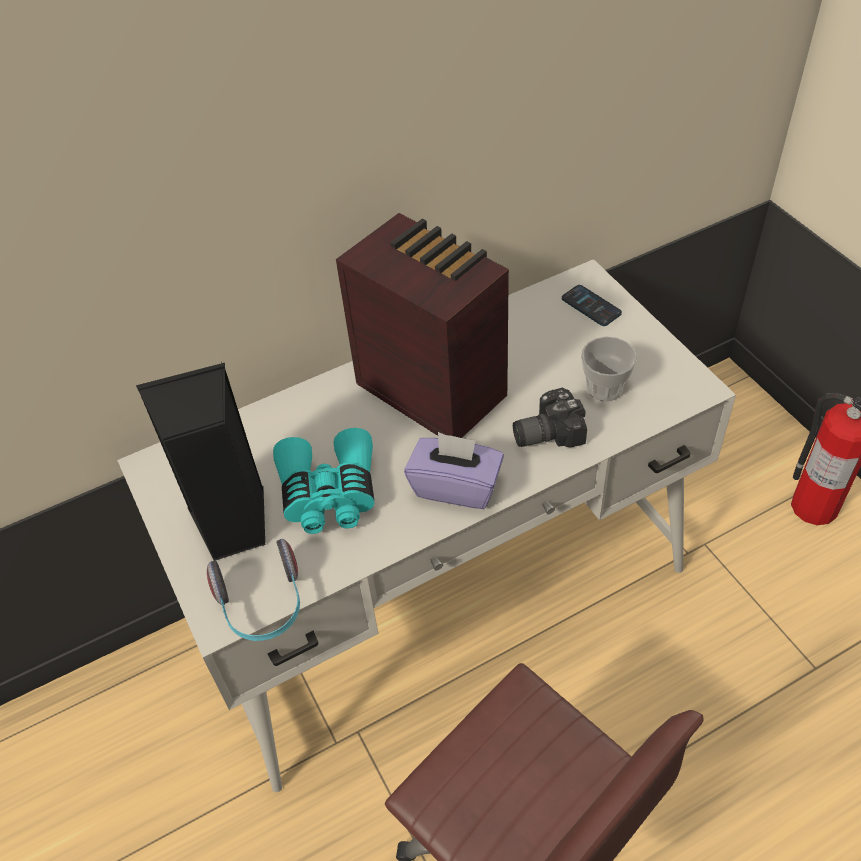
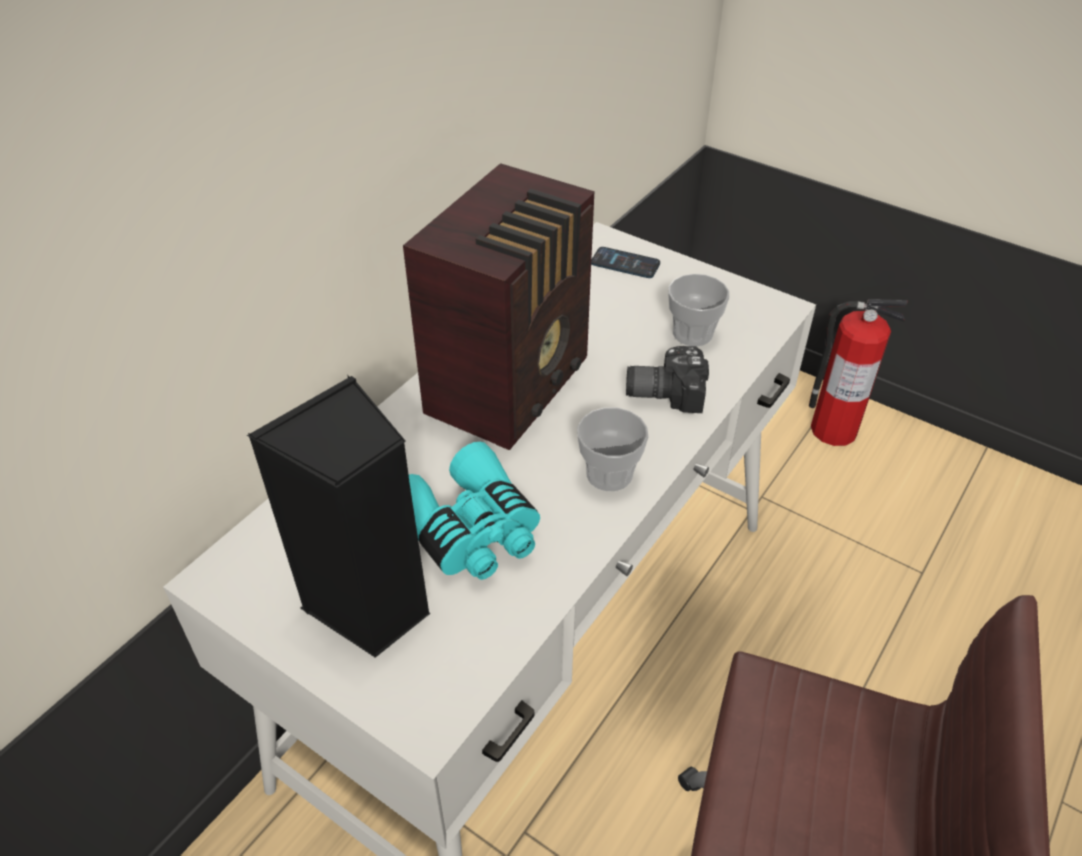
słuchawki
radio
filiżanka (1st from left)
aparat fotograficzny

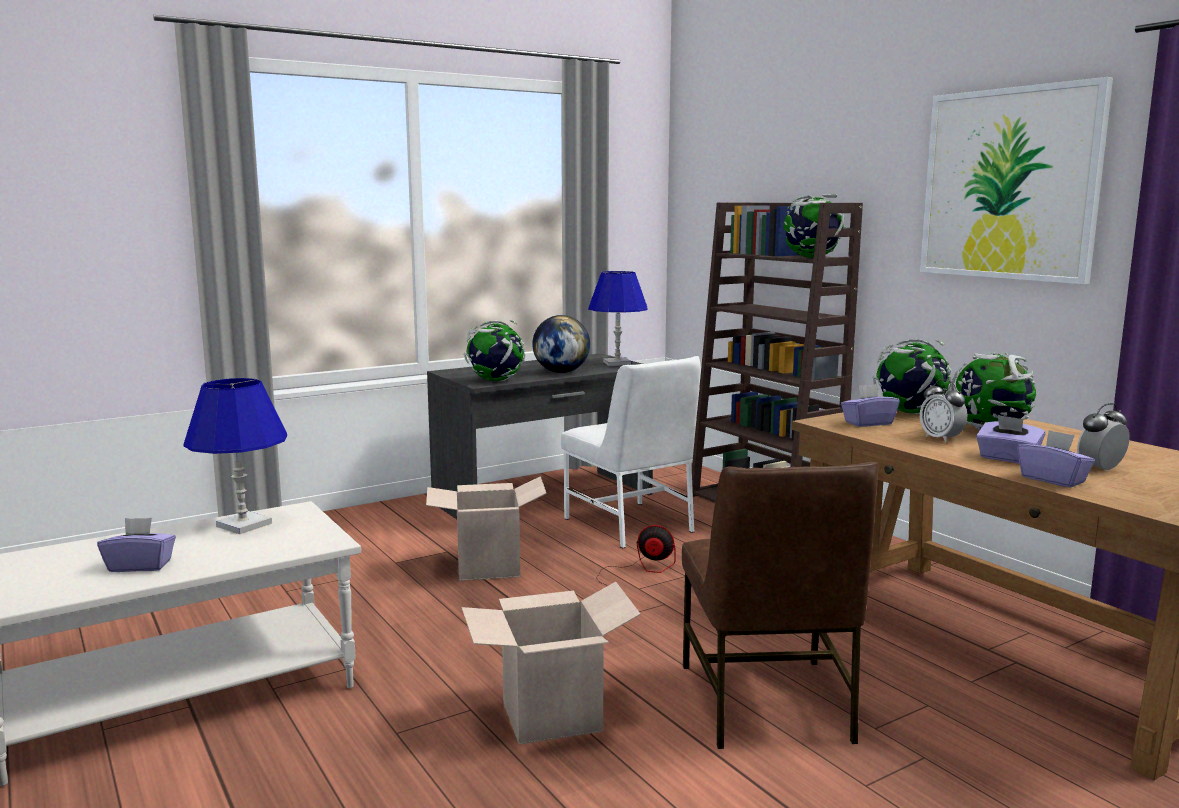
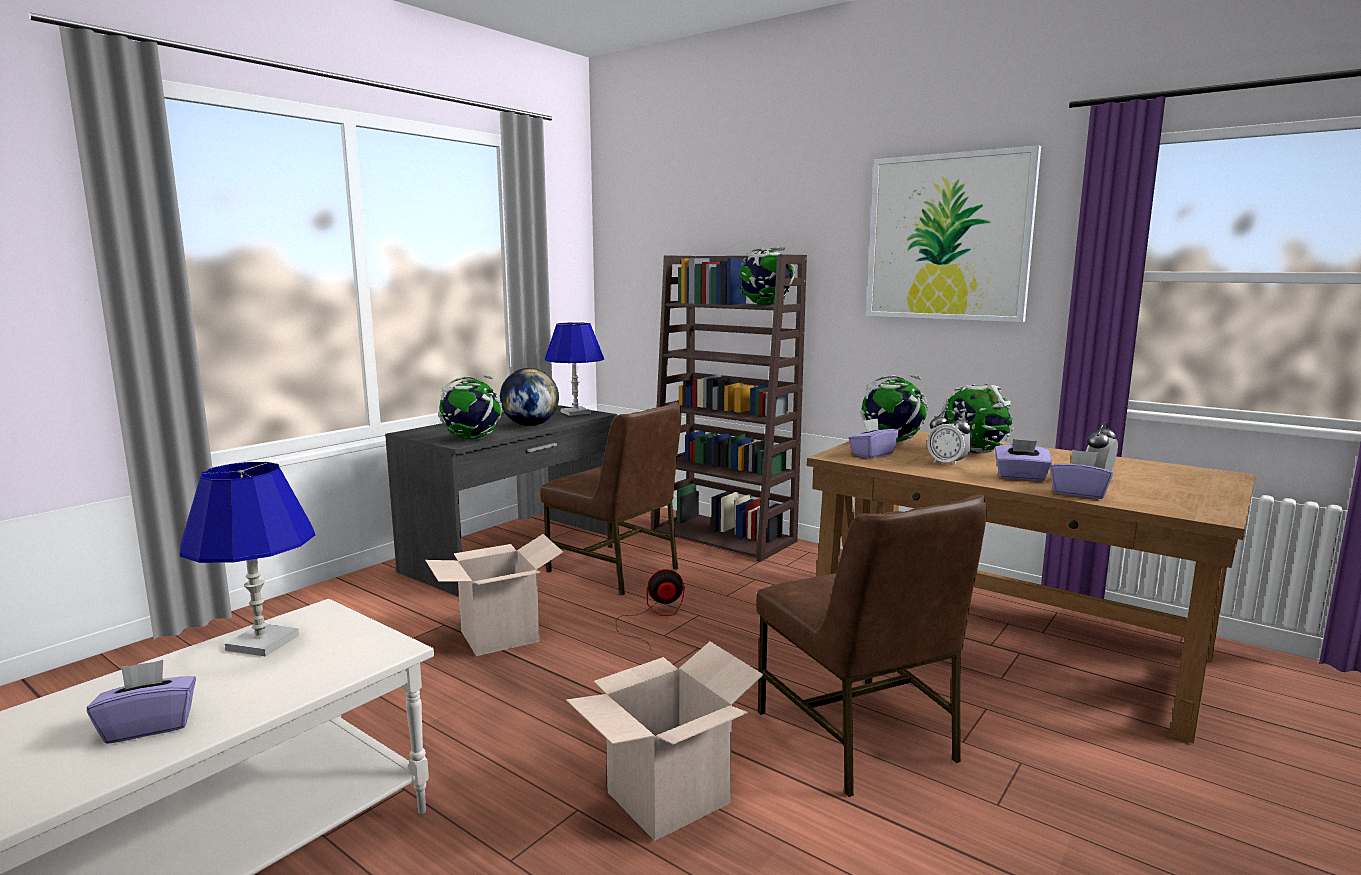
krzesło [brązowy] (1st from left)

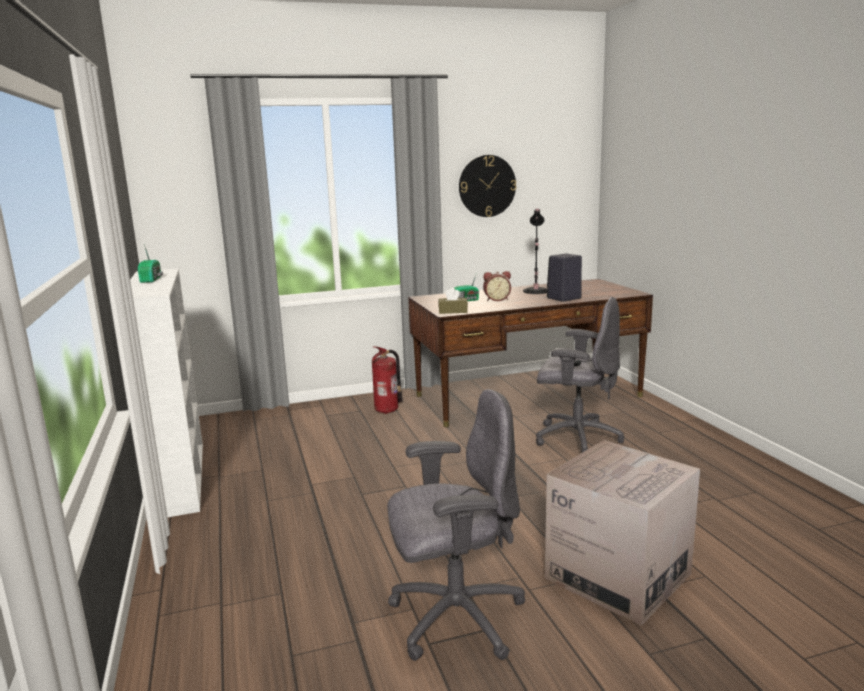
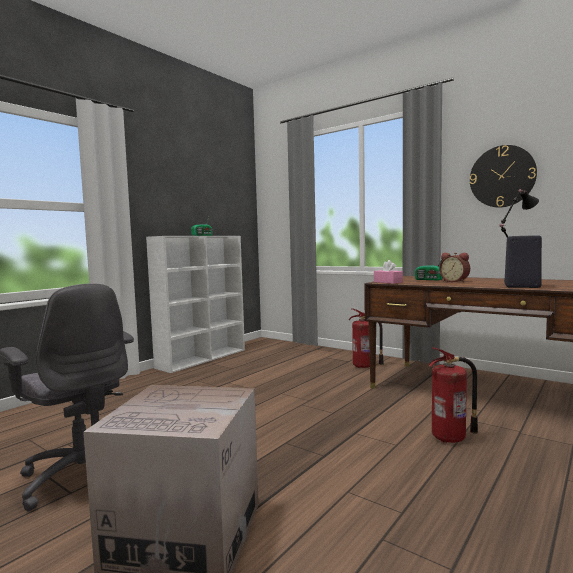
pudełko chusteczek [różowy]
gaśnica (2nd from left)

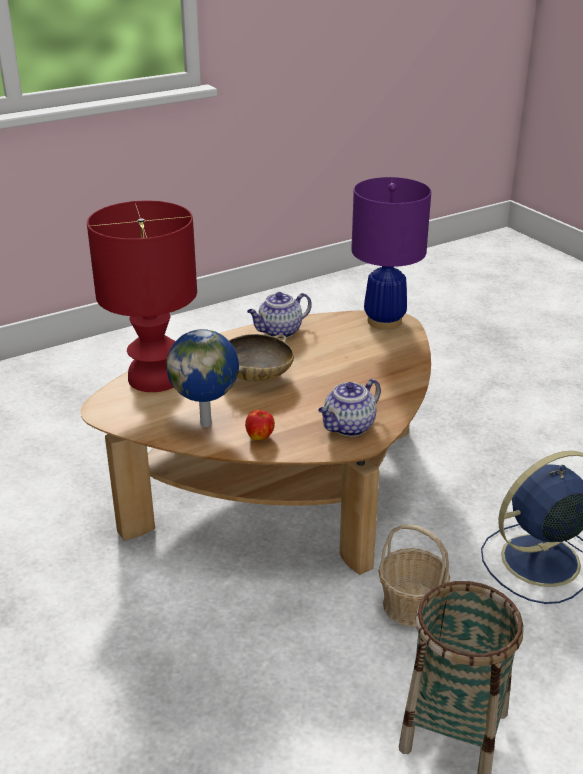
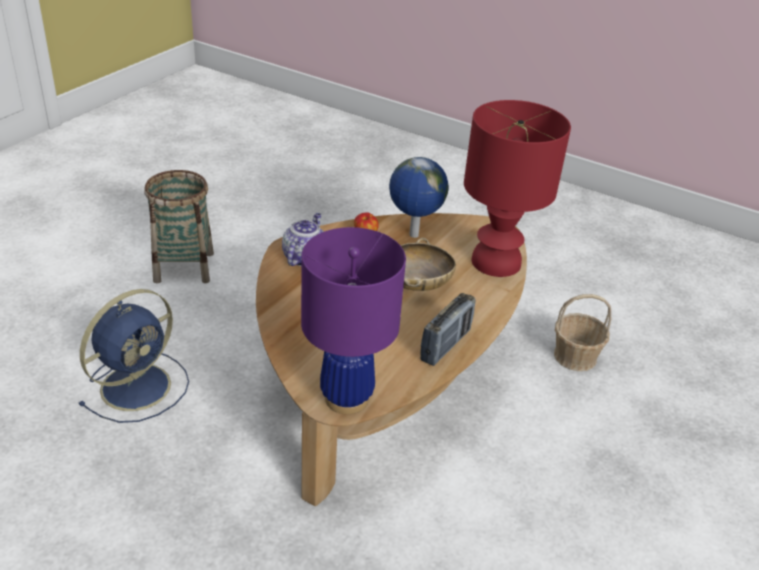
radio
koszyk (2nd from left)

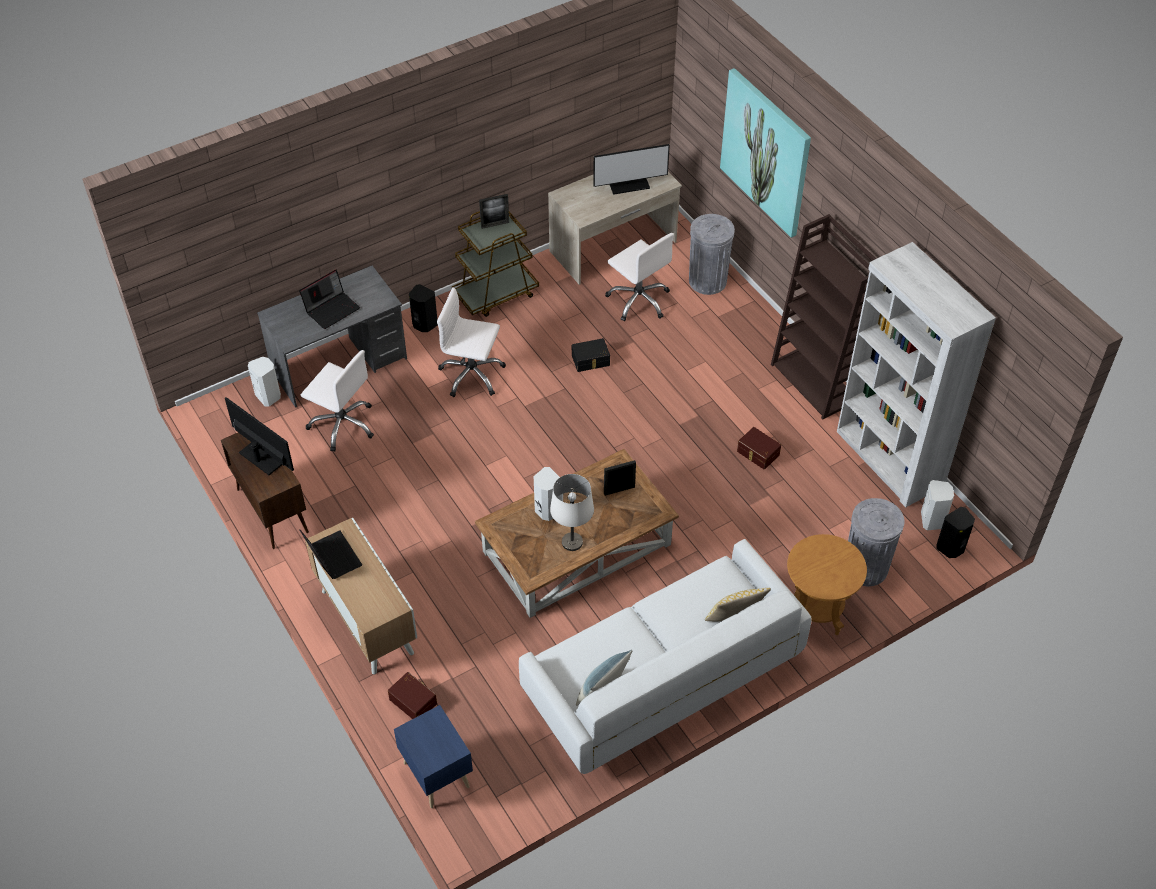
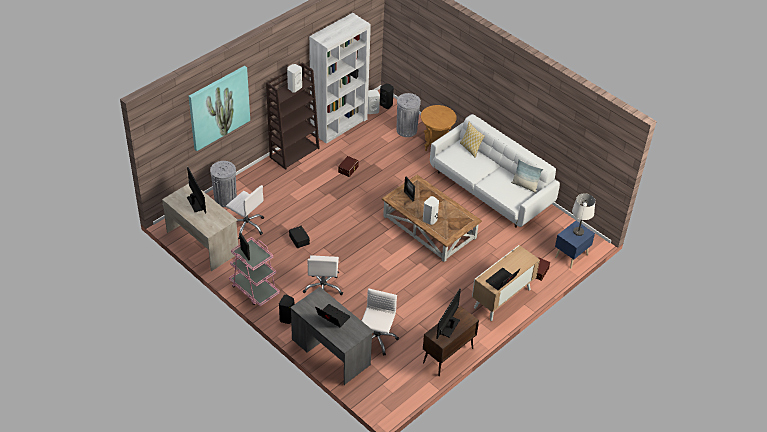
głośnik [biały] (1st from left)
wózek [różowy]
lampa stołowa [biały]
krzesło biurowe [biały] (1st from left)

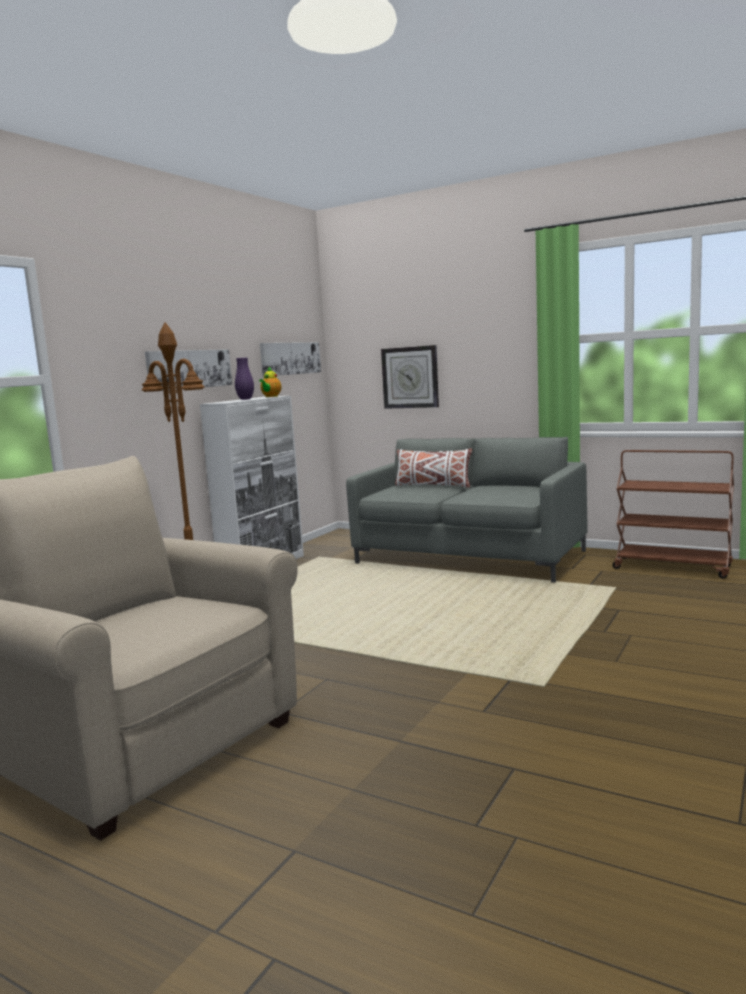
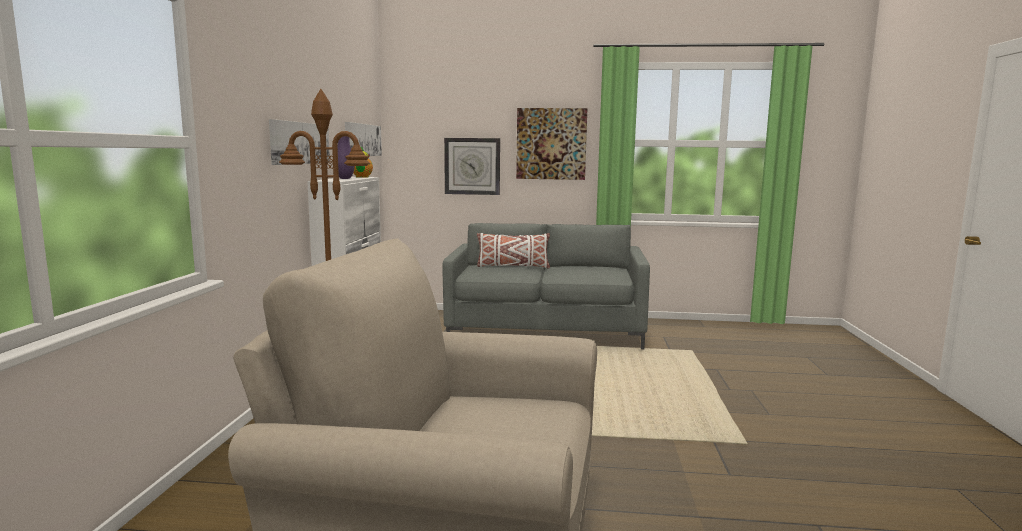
wózek [brązowy]
obraz (3rd from left)

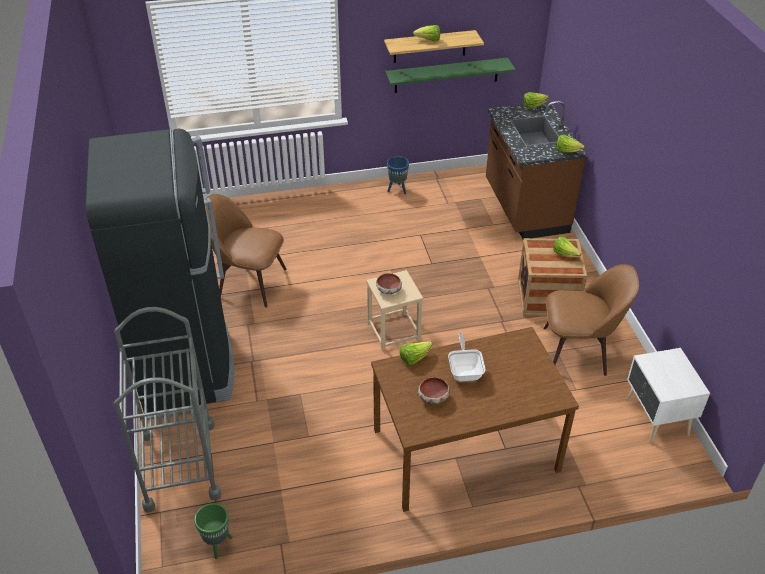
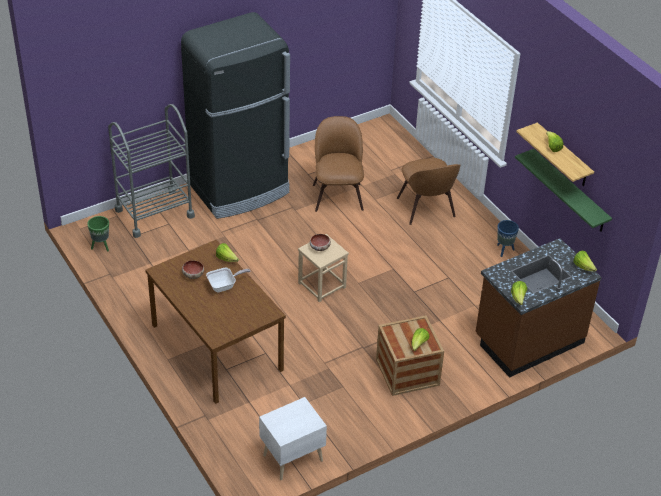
krzesło [brązowy] (2nd from left)

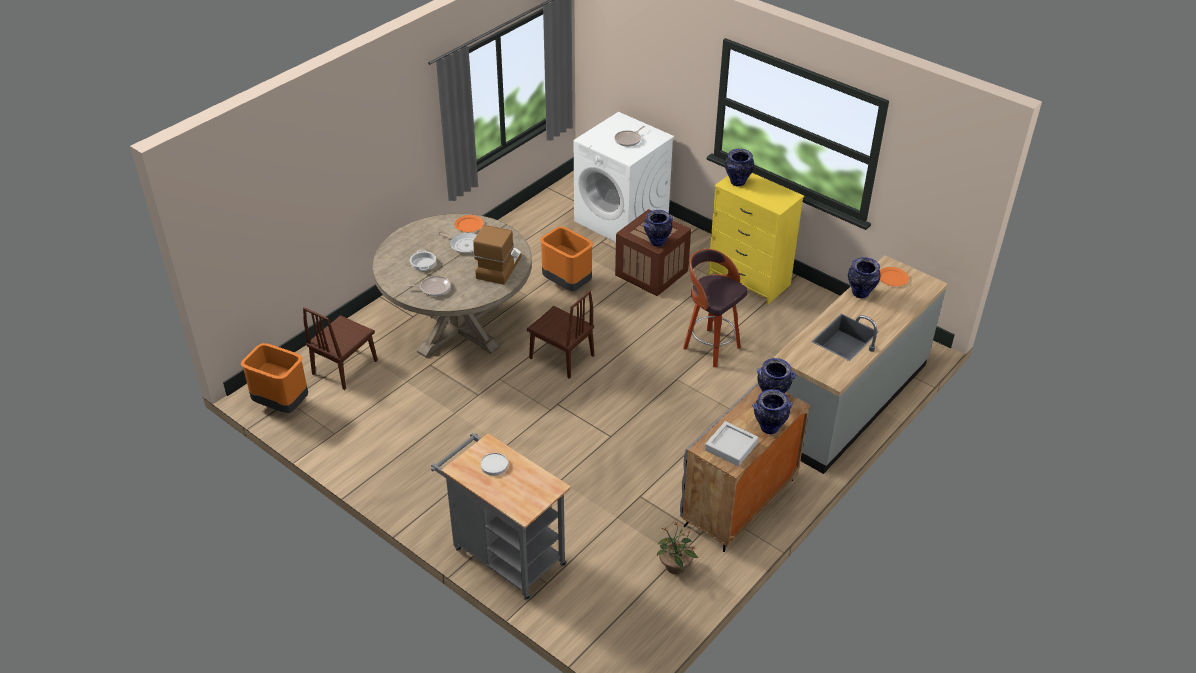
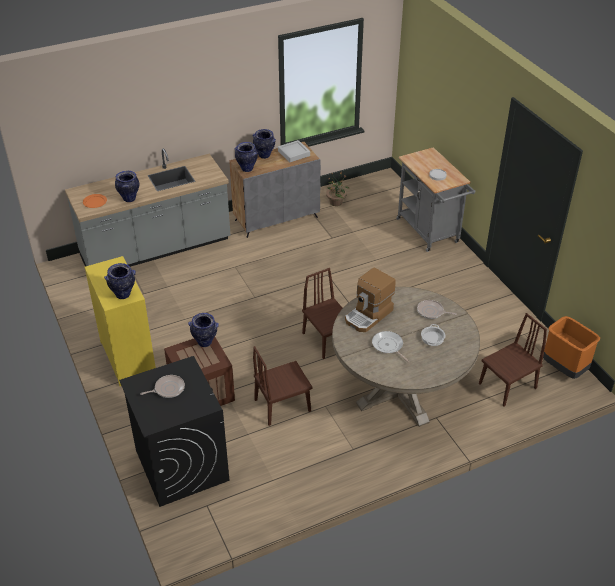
talerz [pomarańczowy] (1st from left in the first image)
krzesło [brązowy] (1st from left)
pralka [czarny]
stołek

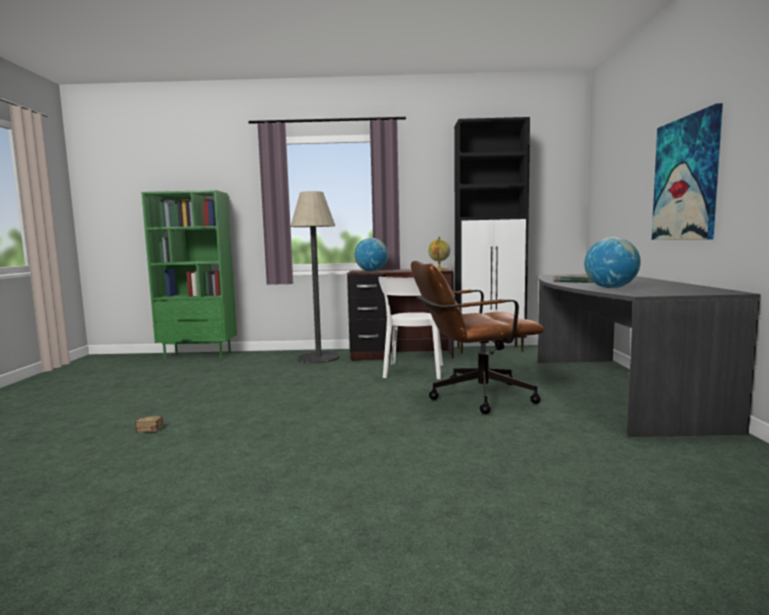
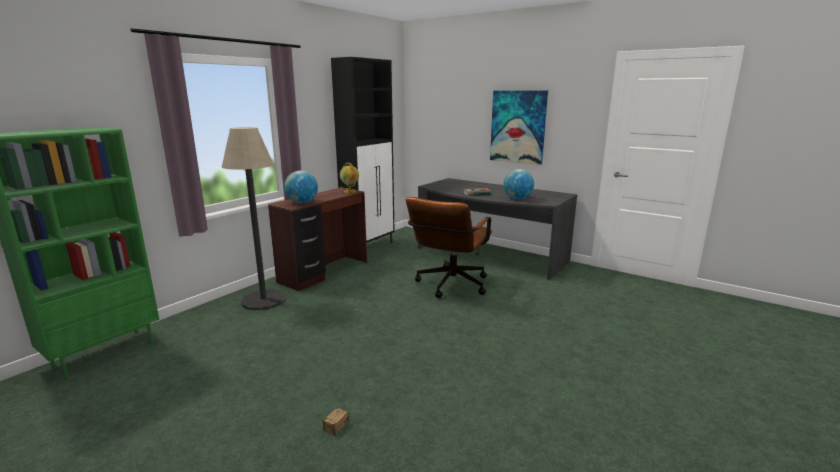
krzesło [biały]

